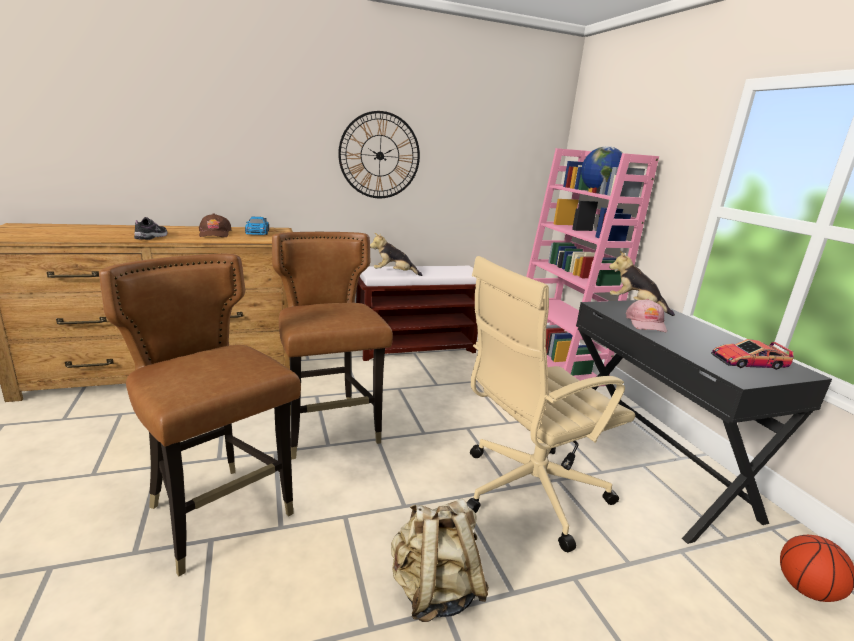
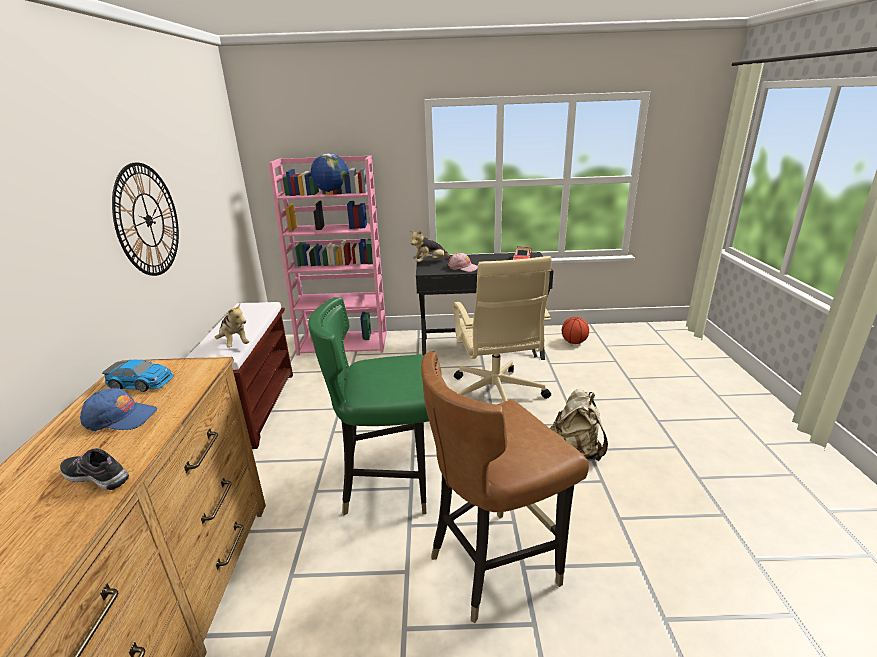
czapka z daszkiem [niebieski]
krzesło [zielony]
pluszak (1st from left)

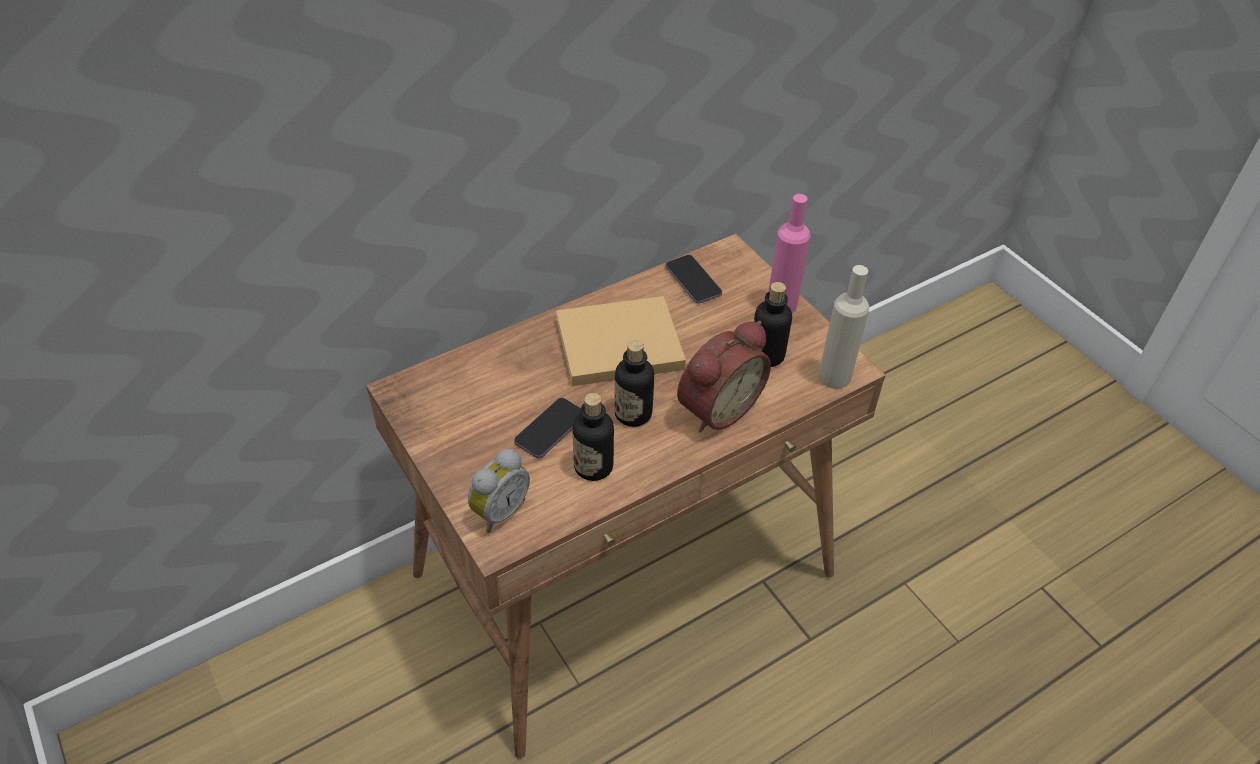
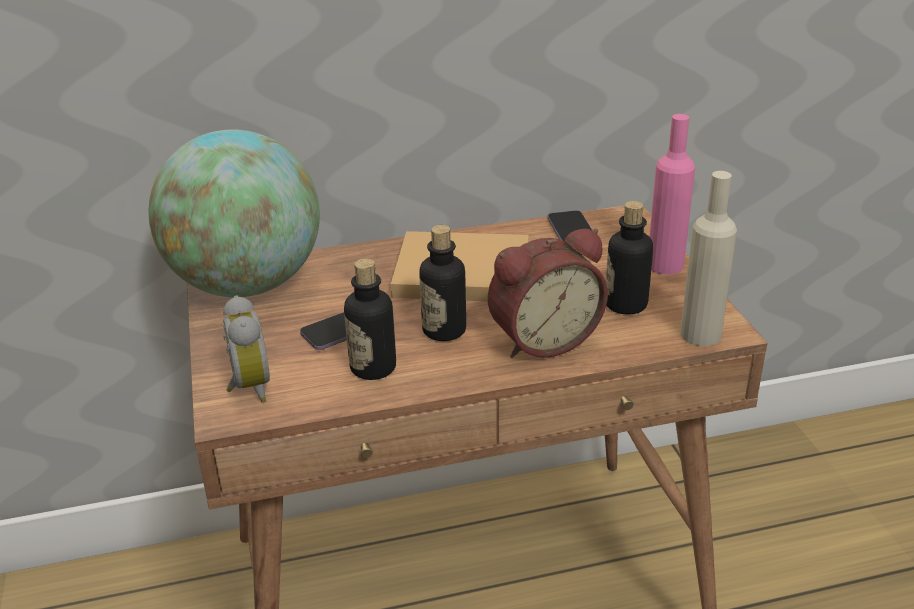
budzik (1st from left)
globus

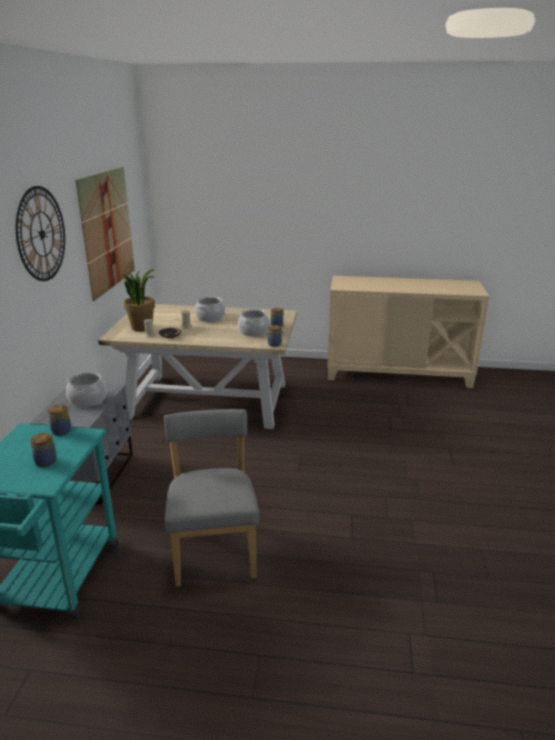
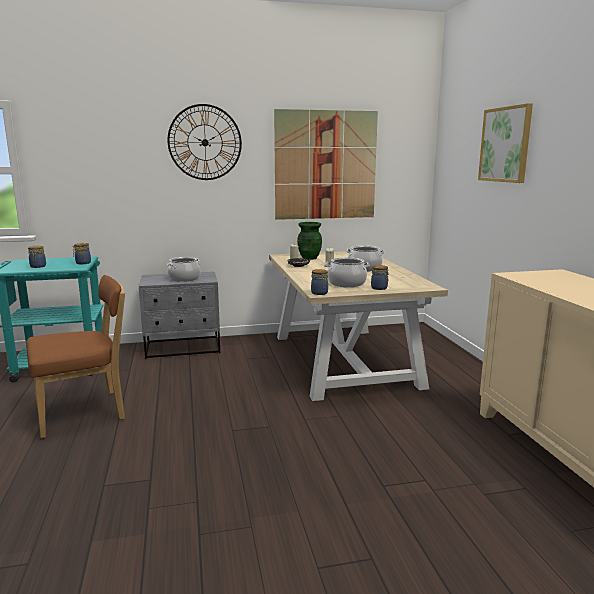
wazon [zielony]
krzesło [brązowy]
obraz (2nd from left)

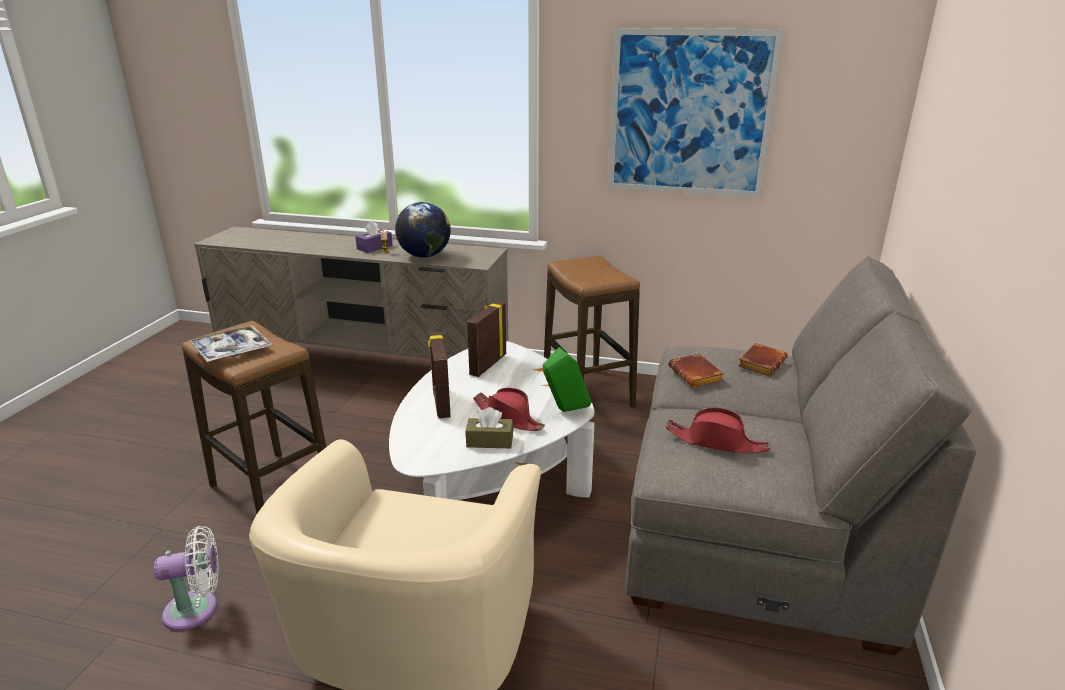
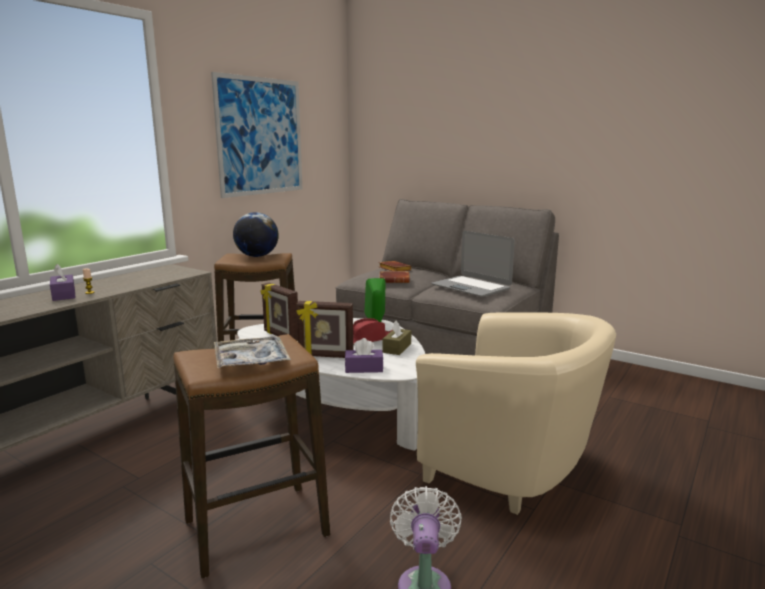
globus
laptop
pudełko chusteczek [fioletowy] (2nd from left)

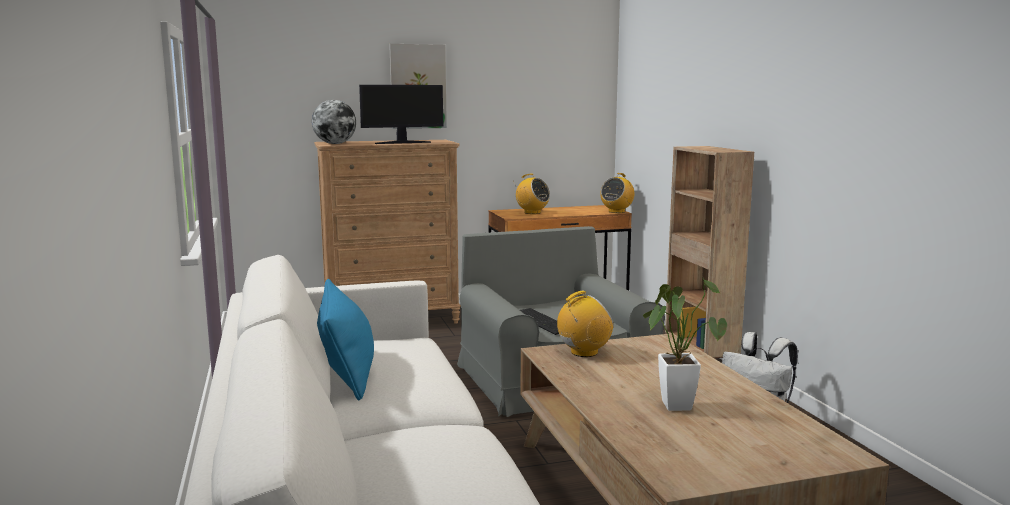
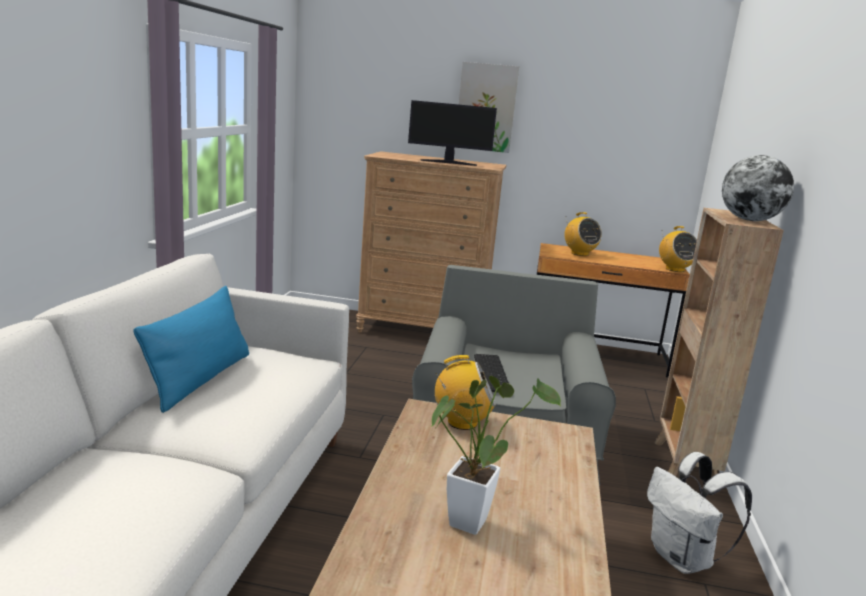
globus
radio (3rd from left)

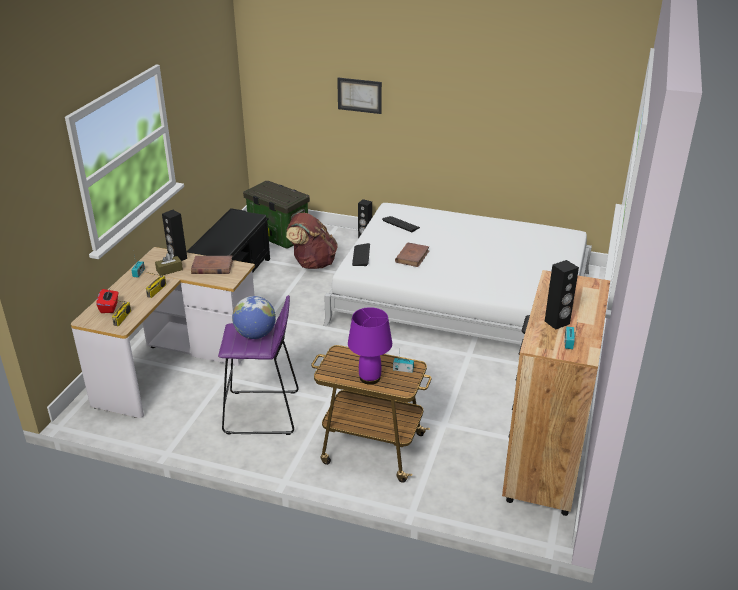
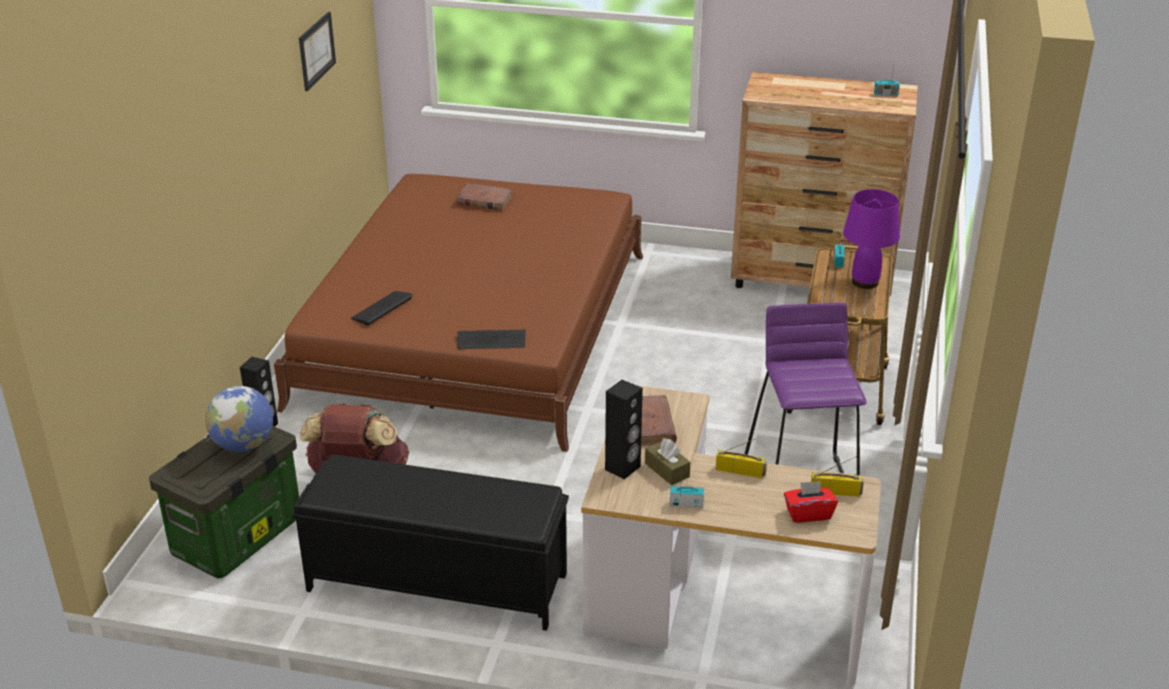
globus
łóżko [brązowy]
obraz
książka [brązowy] (1st from left)
głośnik [czarny] (3rd from left in the first image)

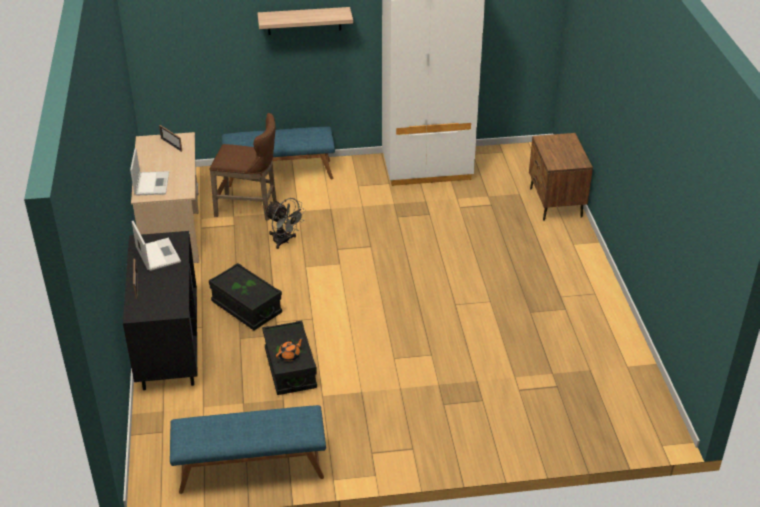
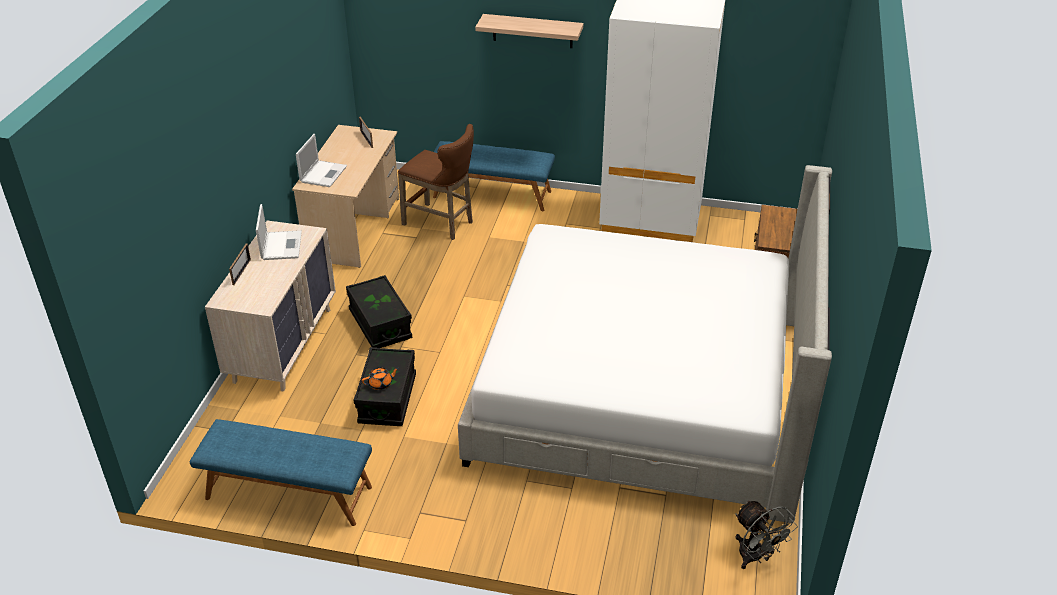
komoda [beżowy]
wentylator [szary]
łóżko

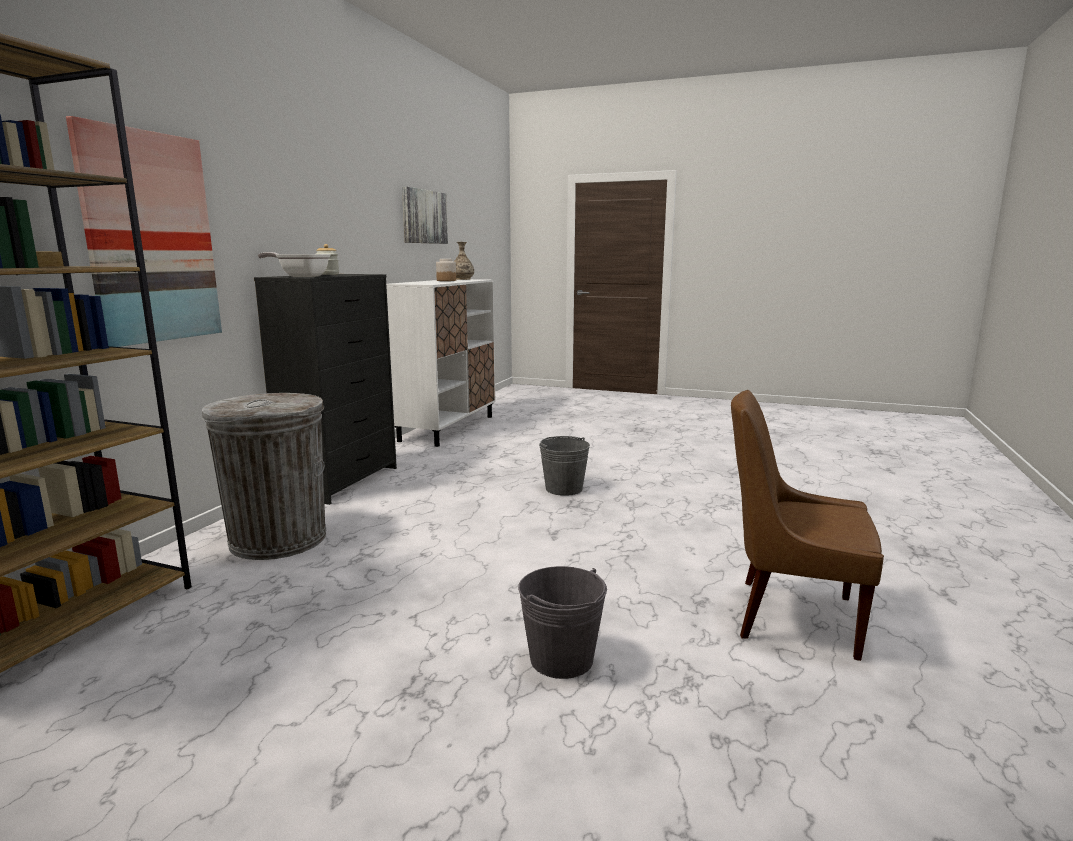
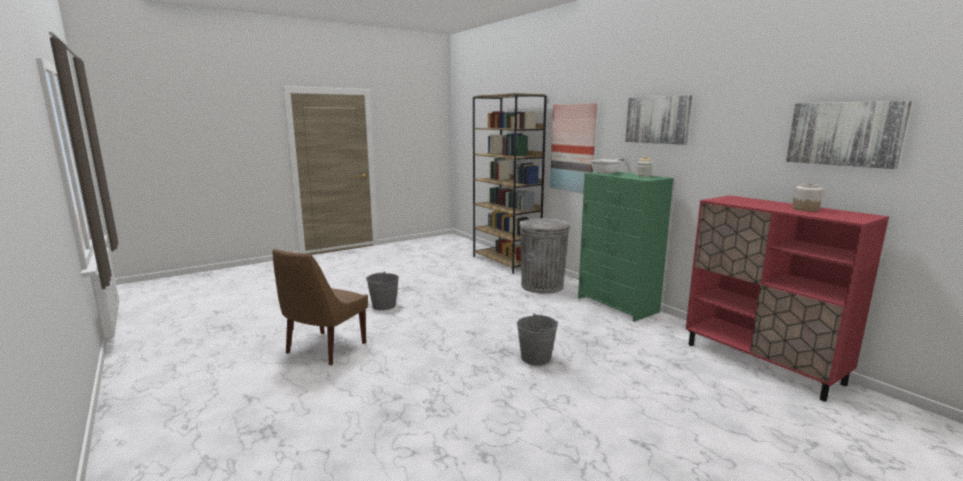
komoda [zielony]
szafka [czerwony]
wazon
krzesło [brązowy]
obraz (2nd from left)

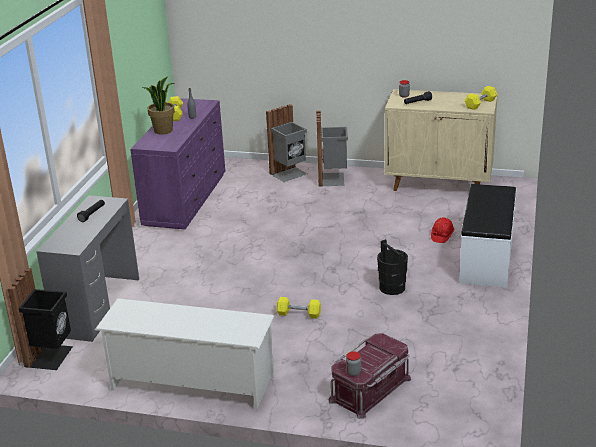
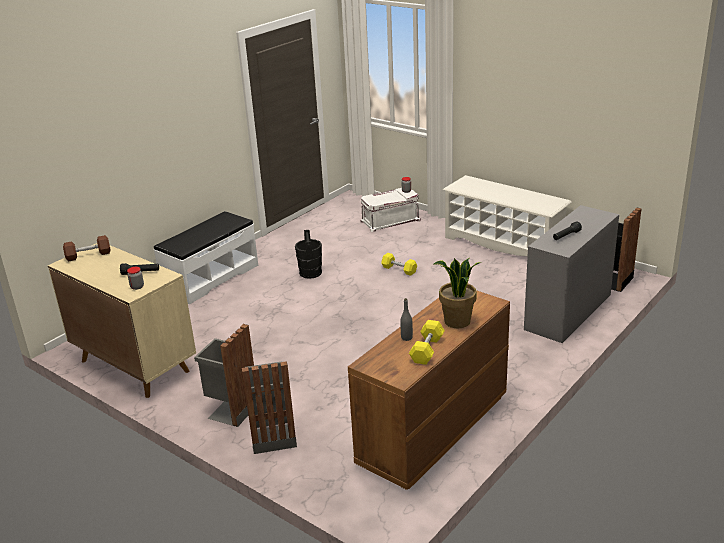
komoda [brązowy]
pojemnik do przechowywania [biały]
kask [czerwony]
hantel [brązowy]

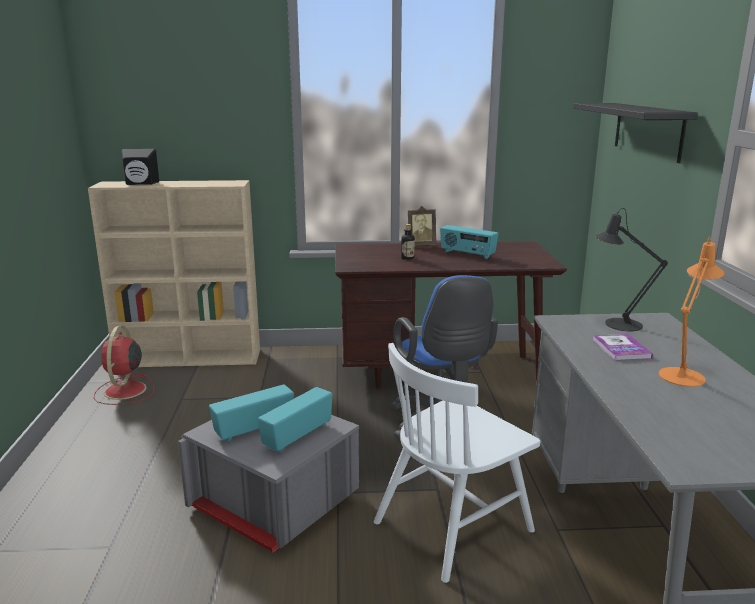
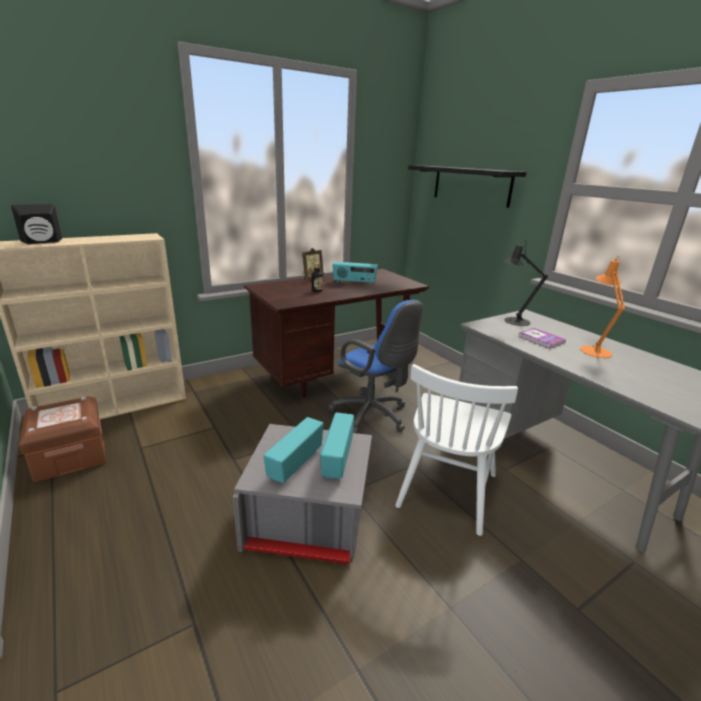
pojemnik do przechowywania [brązowy]

